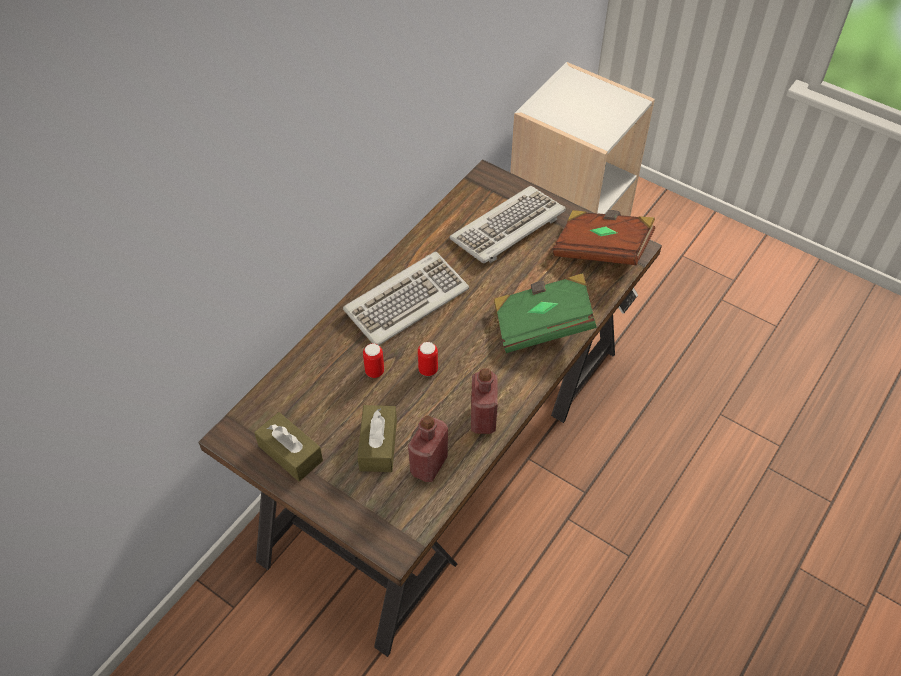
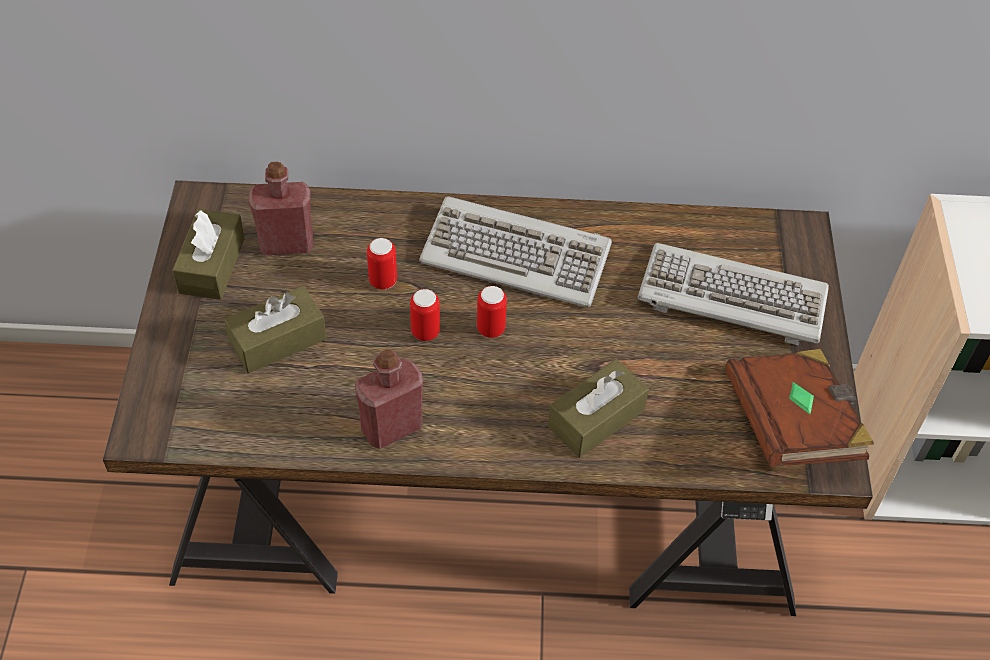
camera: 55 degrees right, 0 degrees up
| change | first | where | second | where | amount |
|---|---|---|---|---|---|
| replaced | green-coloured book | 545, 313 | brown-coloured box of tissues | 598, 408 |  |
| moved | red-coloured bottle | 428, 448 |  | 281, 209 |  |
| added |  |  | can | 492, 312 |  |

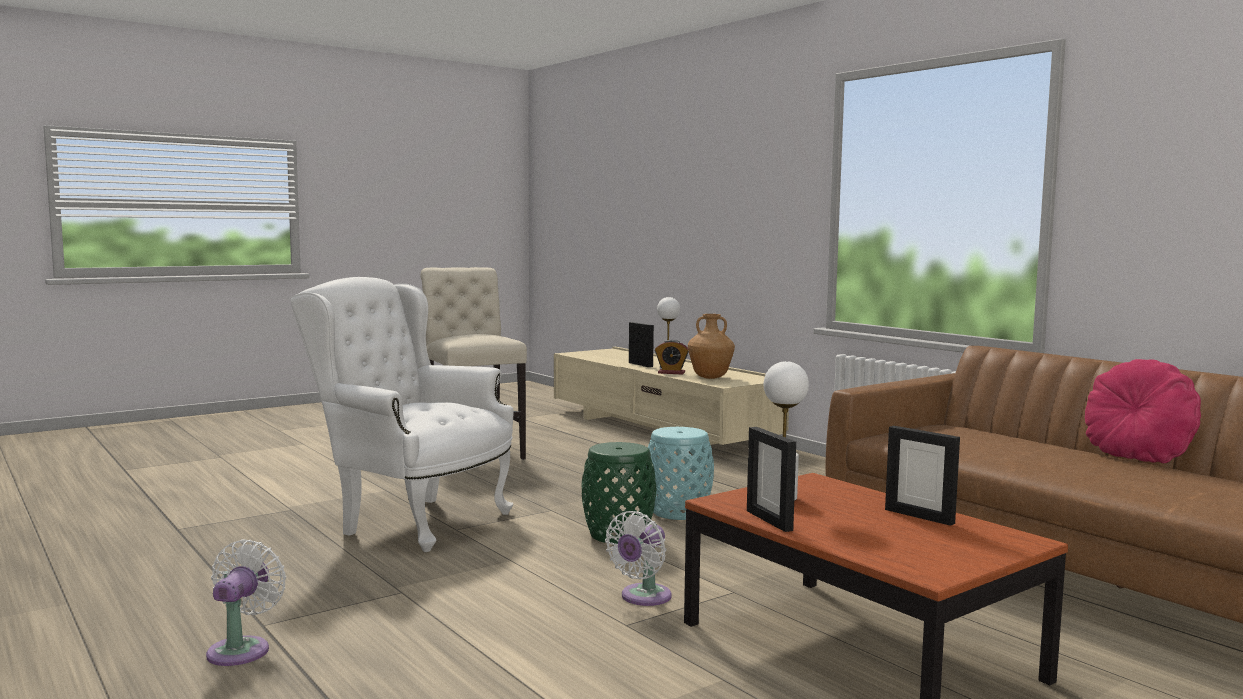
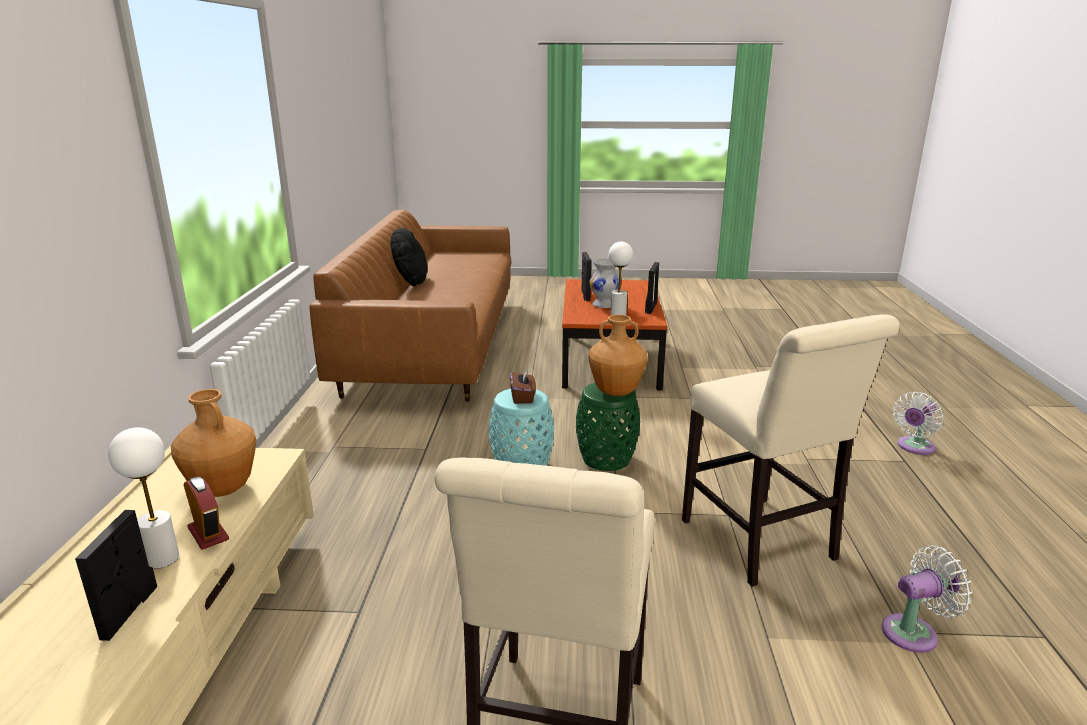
camera: 140 degrees left, 15 degrees up
| change | first | where | second | where | amount |
|---|---|---|---|---|---|
| replaced | white-coloured armchair | 402, 414 | beige-coloured stool | 791, 450 |  |
| recoloured | pinkish cushion | 1143, 411 | black cushion | 409, 257 |  |
| moved | white-coloured cooling fan | 638, 558 |  | 927, 599 |  |
| added |  |  | white-coloured flower vase | 604, 283 |  |
| added |  |  | brown-coloured flower vase | 617, 355 |  |
| added |  |  | brown-coloured box of tissues | 523, 386 |  |

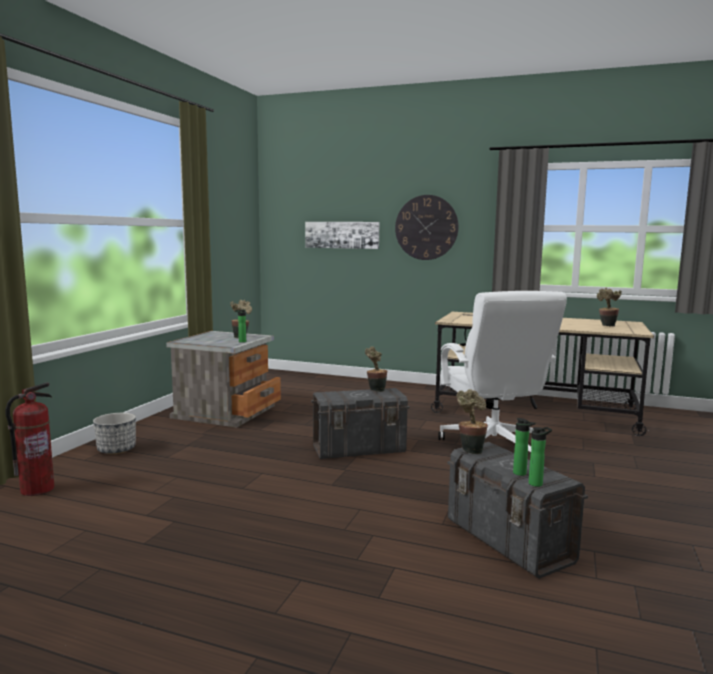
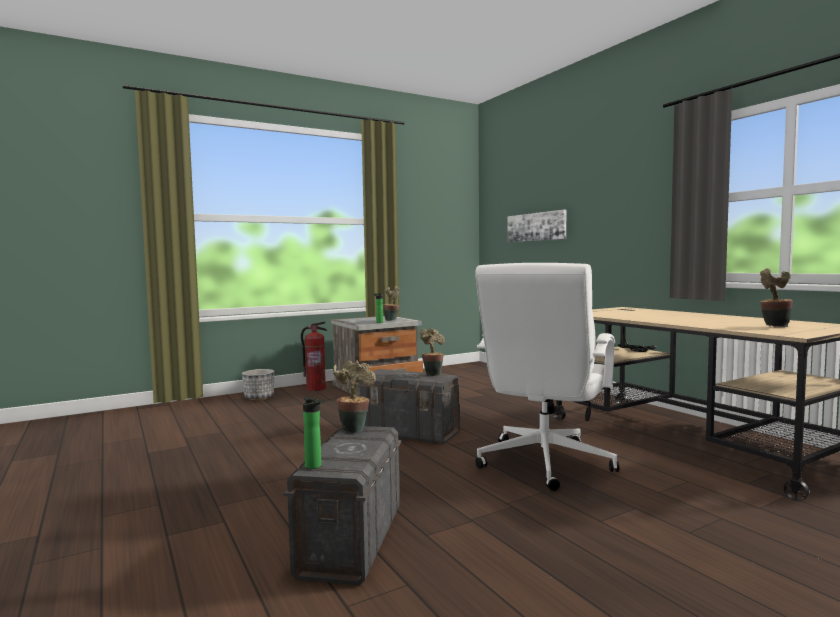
camera: 40 degrees right, 5 degrees down
| change | first | where | second | where | amount |
|---|---|---|---|---|---|
| removed | wall clock | 427, 227 |  |  |  |
| moved | extinguisher | 30, 439 |  | 314, 356 |  |
| removed | bottle | 524, 447 |  |  |  |

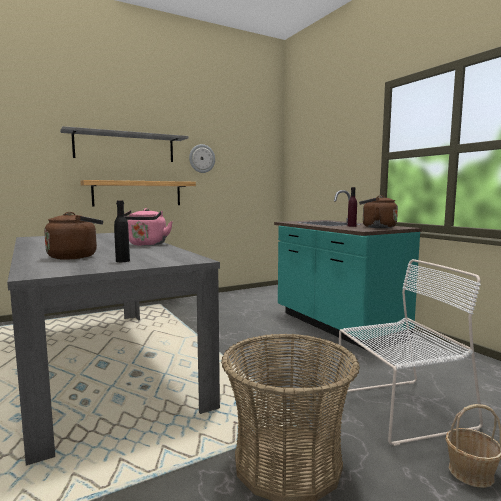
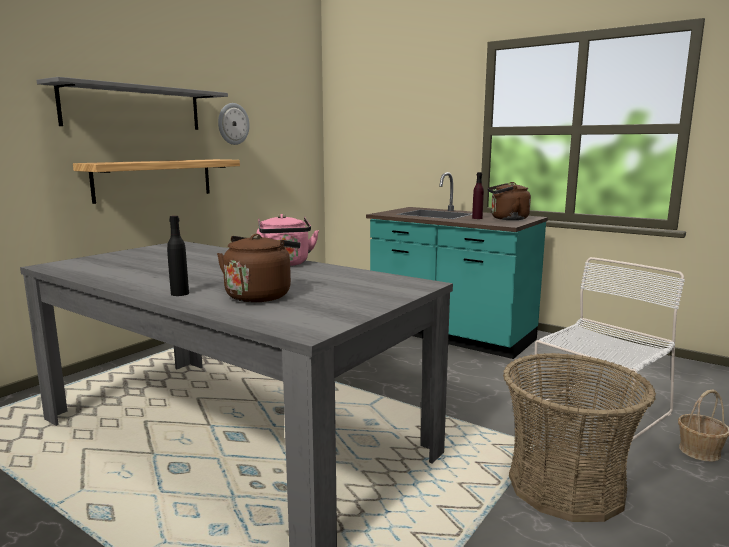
camera: 25 degrees left, 5 degrees up
| change | first | where | second | where | amount |
|---|---|---|---|---|---|
| moved | black bottle | 122, 231 |  | 178, 256 |  |

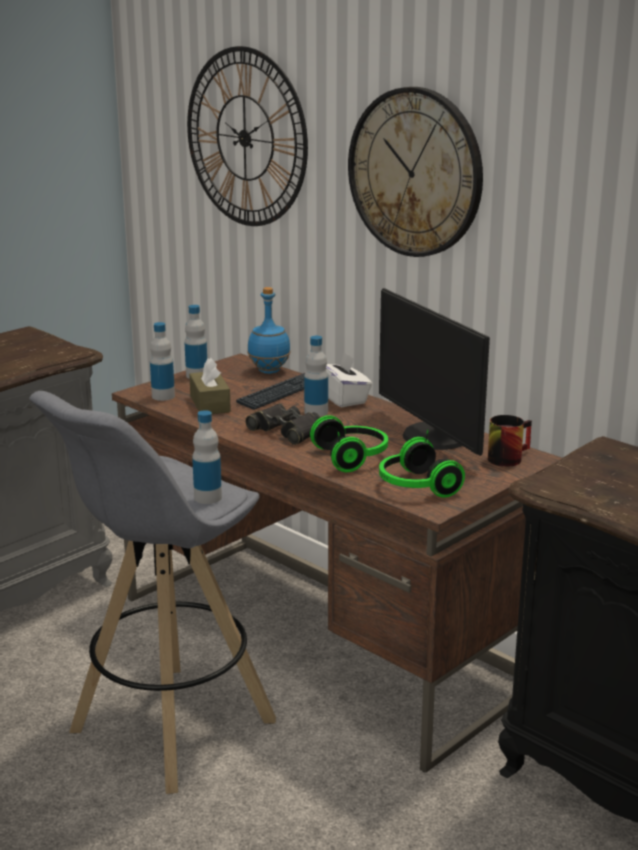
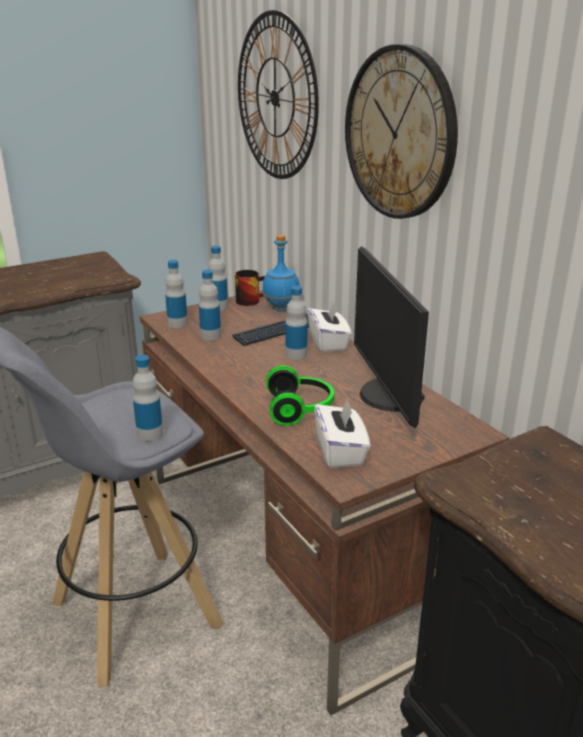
camera: 15 degrees right, 5 degrees up
| change | first | where | second | where | amount |
|---|---|---|---|---|---|
| replaced | brown-coloured box of tissues | 210, 386 | bottle | 210, 305 |  |
| removed | black field glasses | 282, 424 |  |  |  |
| moved | mug | 510, 441 |  | 250, 288 |  |
| replaced | pair of headphones | 422, 464 | white-coloured box of tissues | 342, 433 |  |

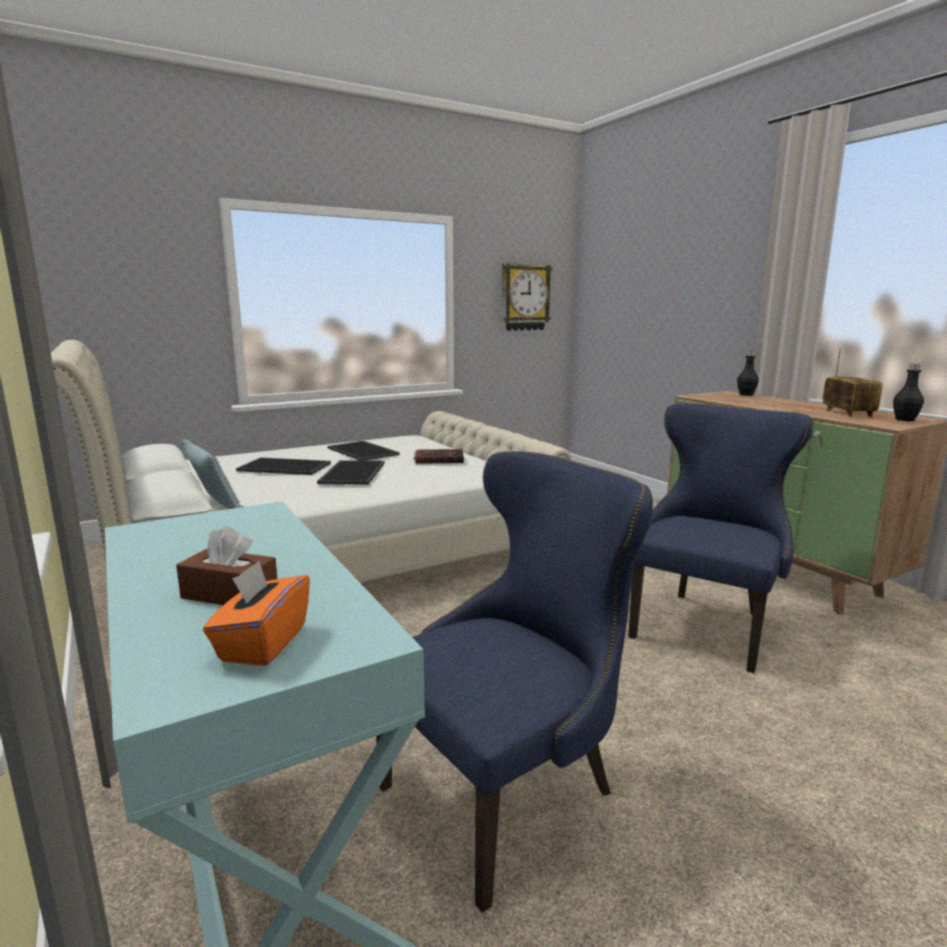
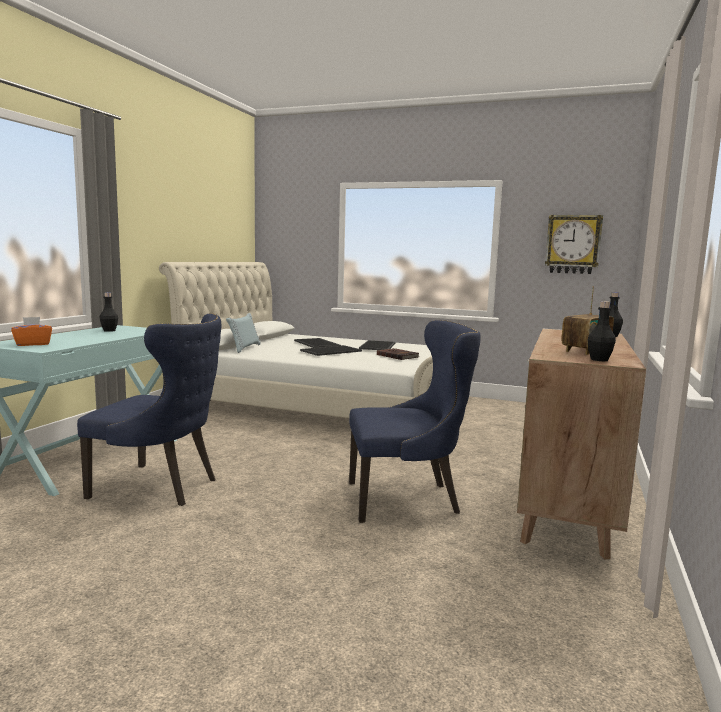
camera: 50 degrees right, 5 degrees down
| change | first | where | second | where | amount |
|---|---|---|---|---|---|
| removed | brown-coloured box of tissues | 226, 565 |  |  |  |
| added |  |  | black bottle | 109, 312 |  |

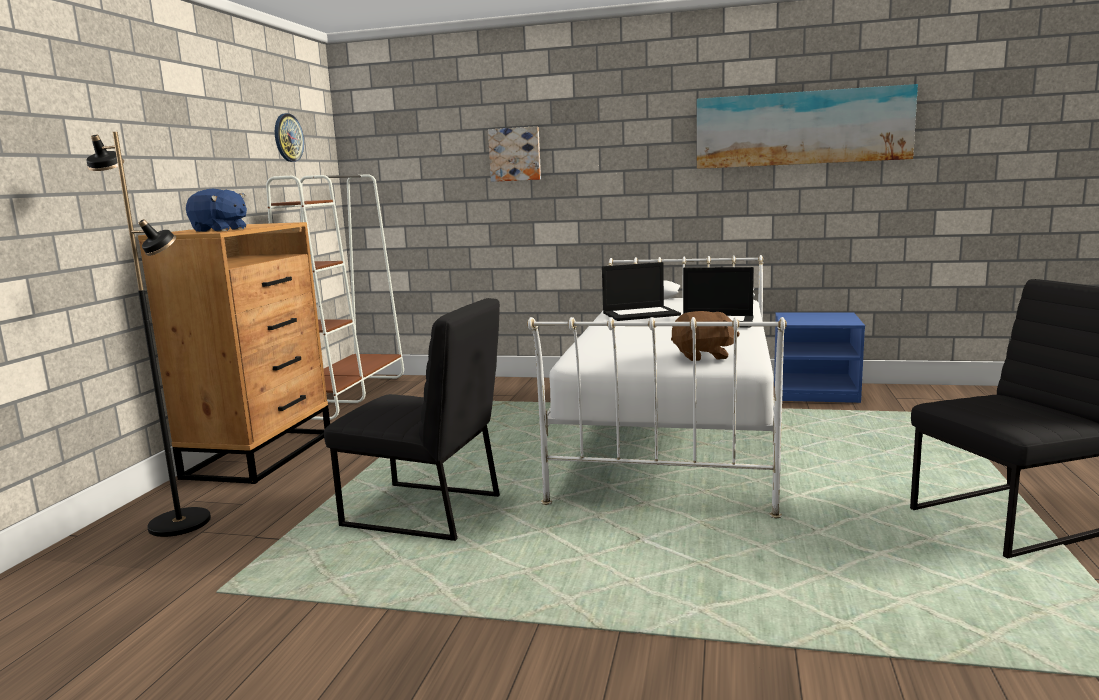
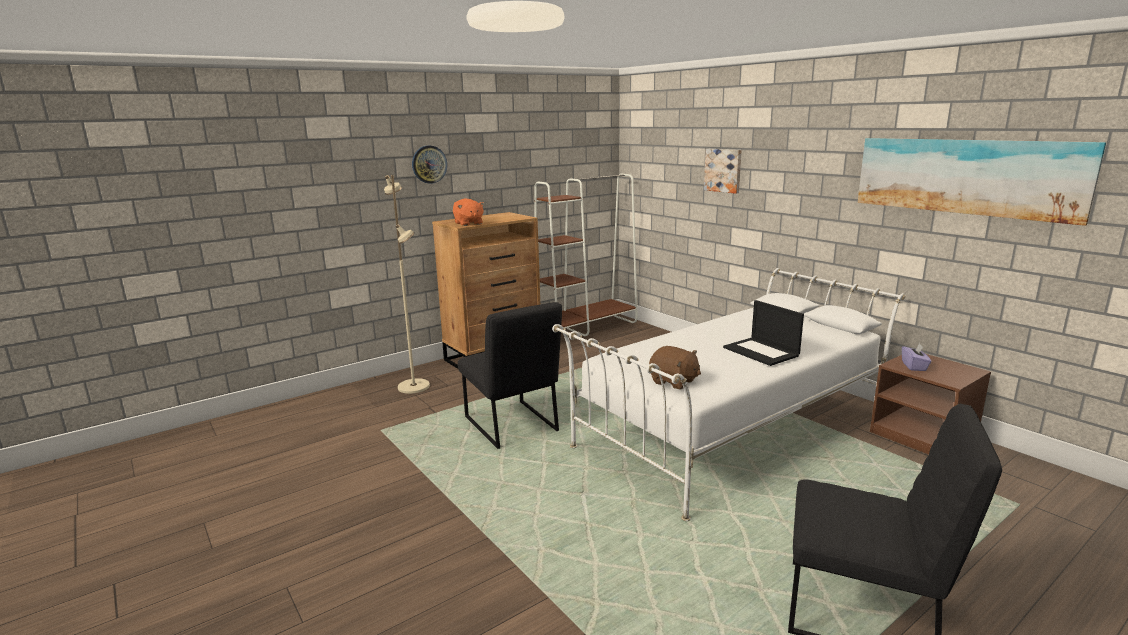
camera: 40 degrees right, 5 degrees up
| change | first | where | second | where | amount |
|---|---|---|---|---|---|
| moved | wall clock | 289, 137 |  | 429, 165 |  |
| recoloured | black standard lamp | 148, 334 | beige-coloured standard lamp | 407, 284 |  |
| recoloured | blue-coloured cuddly toy | 216, 210 | orange-coloured cuddly toy | 468, 212 |  |
| removed | laptop | 641, 291 |  |  |  |
| recoloured | blue-coloured bedside table | 819, 357 | brown-coloured bedside table | 930, 404 |  |
| added |  |  | purplish box of tissues | 916, 357 |  |

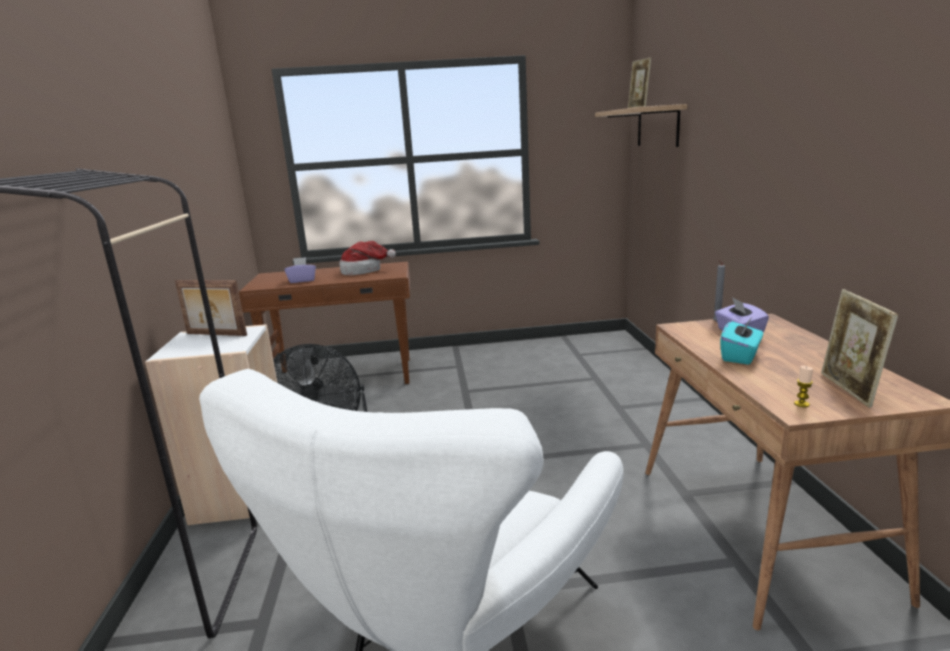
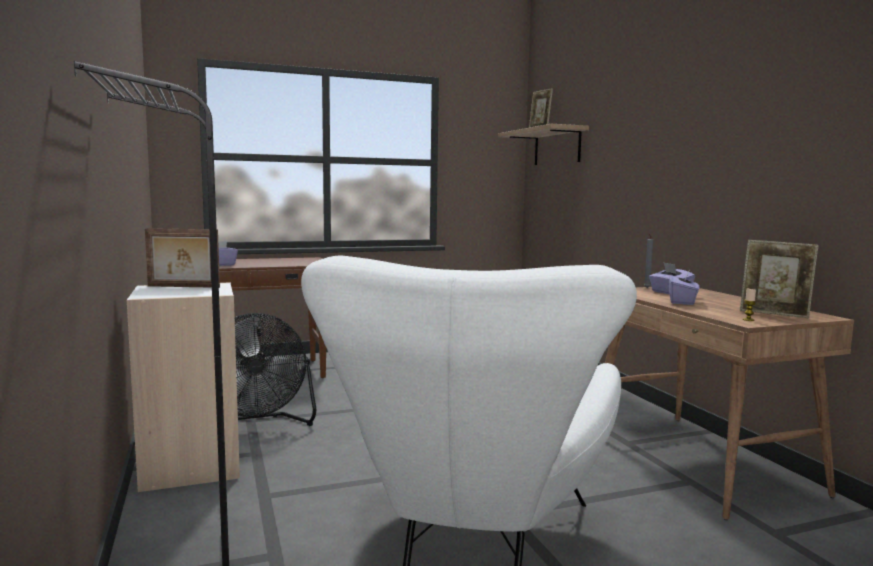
camera: 15 degrees left, 10 degrees down
| change | first | where | second | where | amount |
|---|---|---|---|---|---|
| removed | hat | 368, 258 |  |  |  |
| turned | standing frame | 859, 348 |  | 779, 279 | 45 degrees counterclockwise |
| recoloured | turquoise box of tissues | 741, 340 | purplish box of tissues | 684, 287 |  |

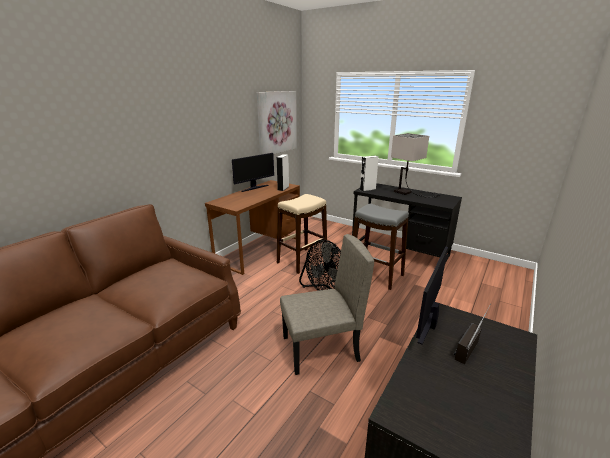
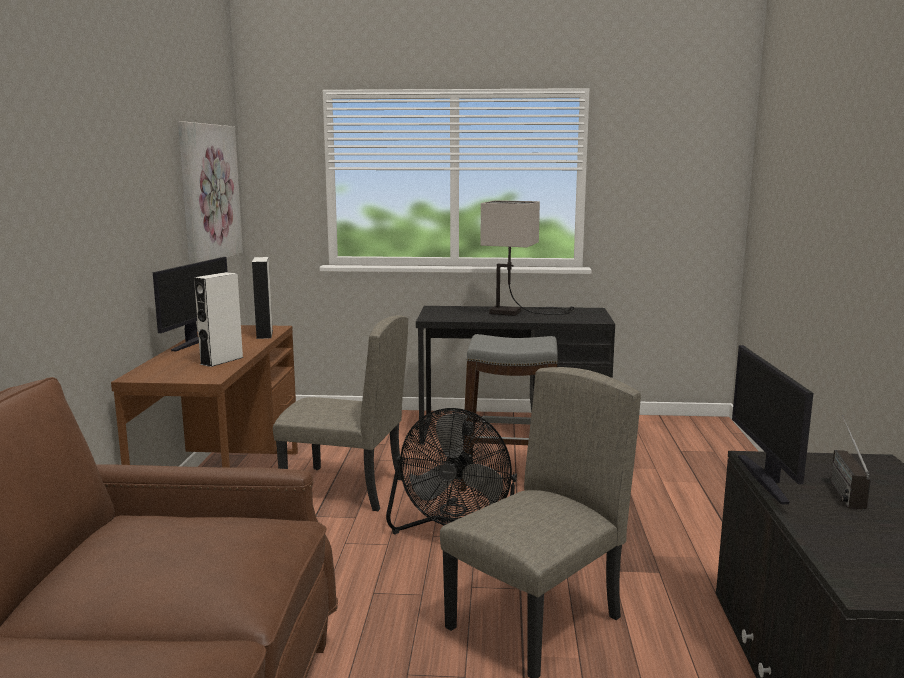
camera: 30 degrees left, 10 degrees down
| change | first | where | second | where | amount |
|---|---|---|---|---|---|
| moved | white-coloured loudspeaker | 369, 173 |  | 218, 319 |  |
| replaced | beige-coloured stool | 302, 234 | beige-coloured upright chair | 340, 413 |  |

